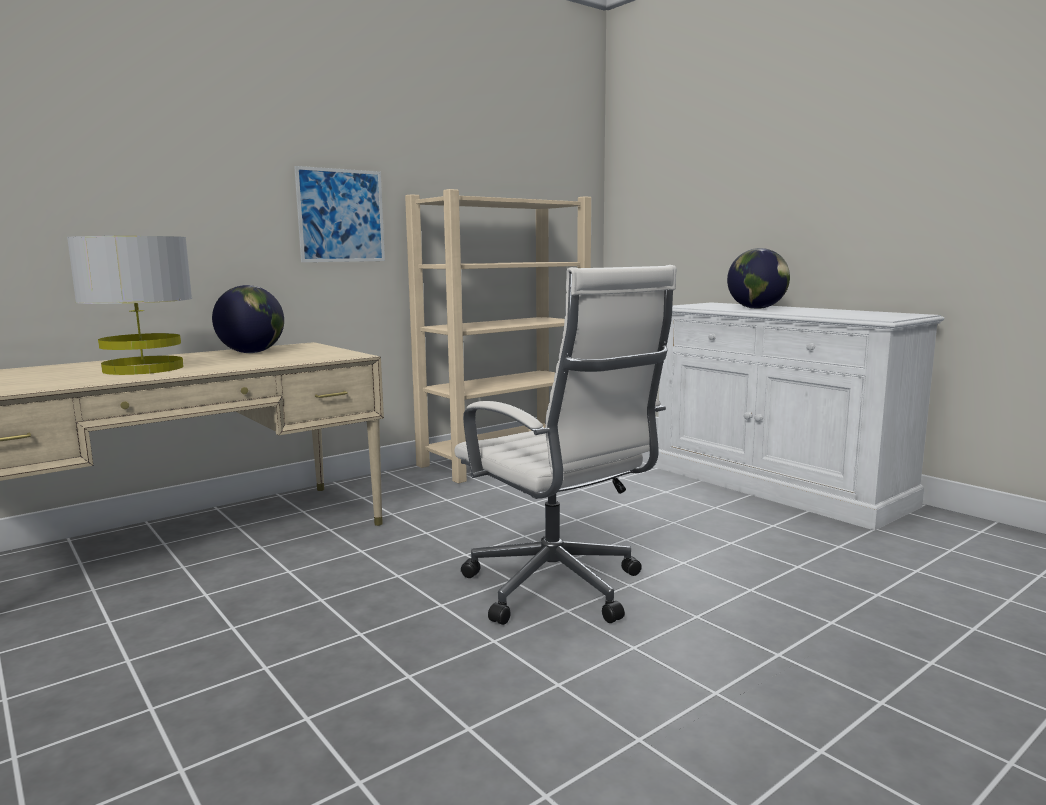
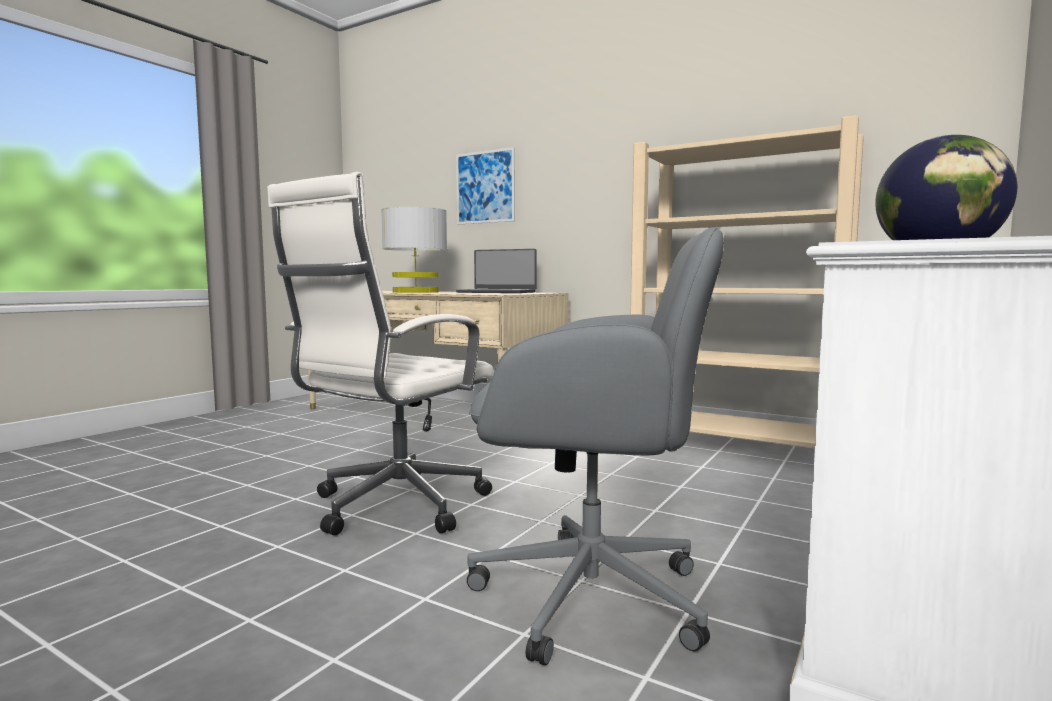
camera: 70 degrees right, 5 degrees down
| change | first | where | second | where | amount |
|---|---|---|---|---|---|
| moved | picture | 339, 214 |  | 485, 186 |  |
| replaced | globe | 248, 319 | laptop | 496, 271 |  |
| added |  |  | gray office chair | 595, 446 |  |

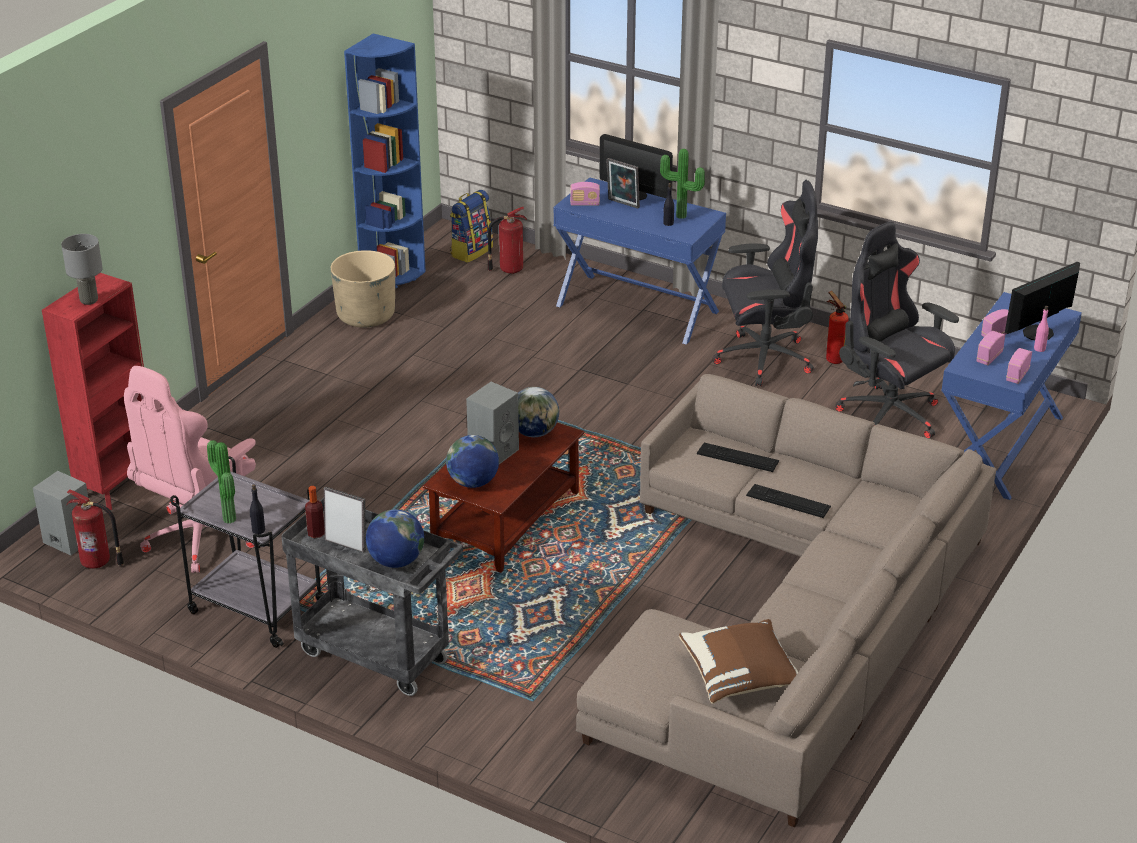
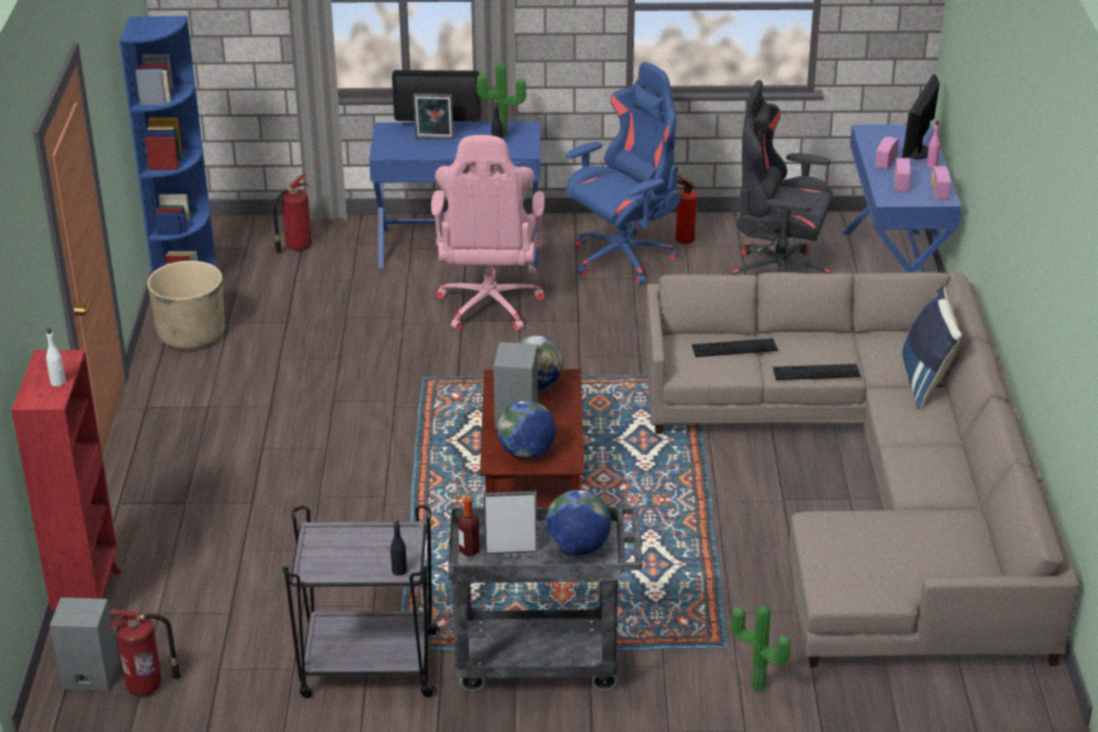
camera: 30 degrees left, 0 degrees up
| change | first | where | second | where | amount |
|---|---|---|---|---|---|
| recoloured | black office chair | 765, 283 | blue-coloured office chair | 623, 173 |  |
| removed | radio set | 585, 194 |  |  |  |
| removed | backpack | 471, 226 |  |  |  |
| replaced | gray tabletop lamp | 82, 269 | white-coloured bottle | 56, 357 |  |
| moved | pinkish office chair | 190, 469 |  | 488, 233 |  |
| moved | houseplant | 221, 482 |  | 761, 648 |  |
| removed | brown-coloured cushion | 738, 661 |  |  |  |
| added |  |  | blue-coloured cushion | 932, 347 |  |

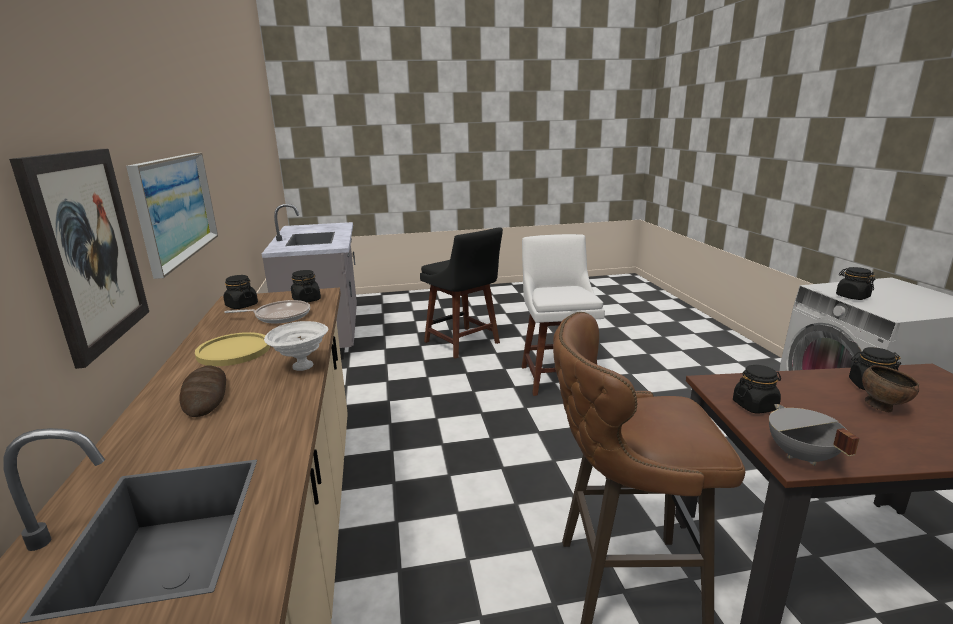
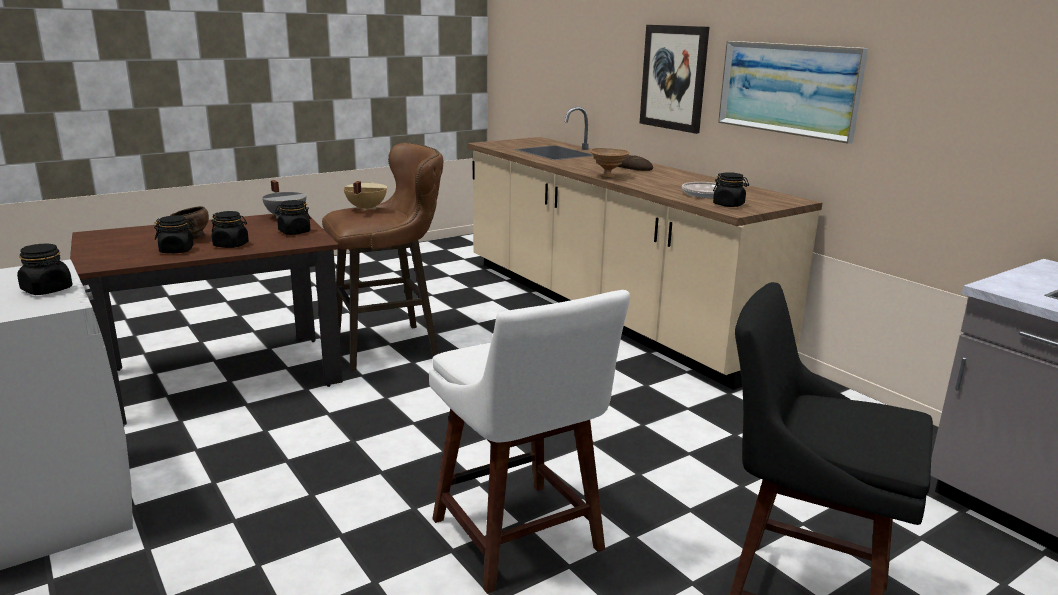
camera: 155 degrees right, 0 degrees up
| change | first | where | second | where | amount |
|---|---|---|---|---|---|
| moved | black preserve jar | 240, 292 |  | 230, 229 |  |
| recoloured | white-coloured serving bowl | 296, 346 | brown-coloured serving bowl | 610, 163 |  |
| removed | yellow flat dish | 232, 349 |  |  |  |
| added |  |  | beige-coloured saucepot | 365, 196 |  |

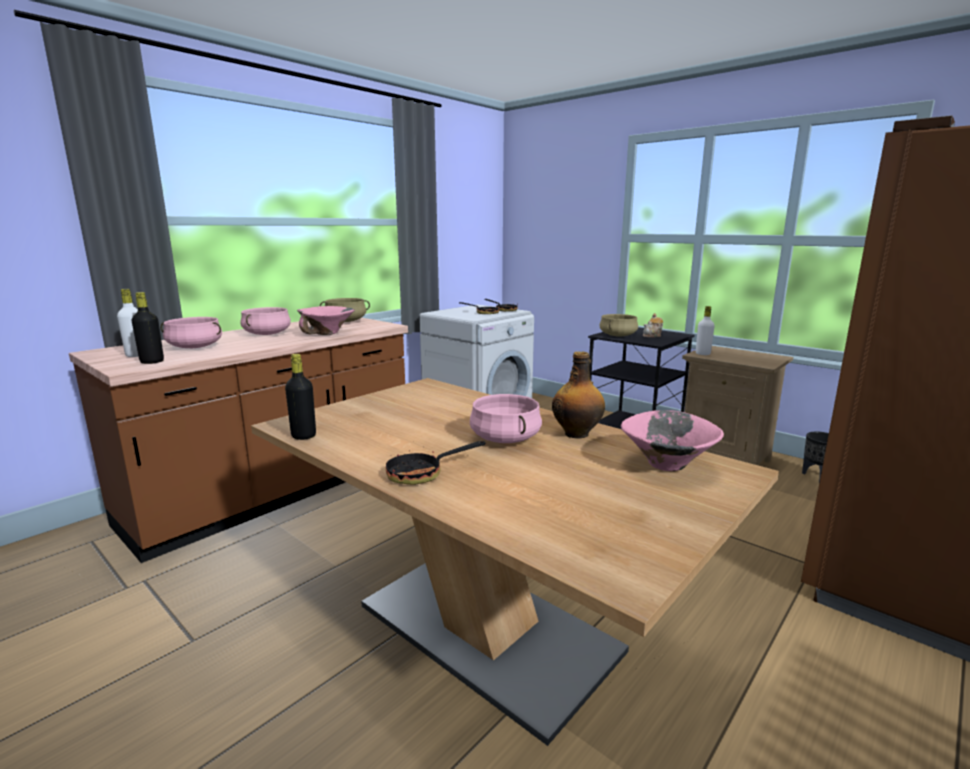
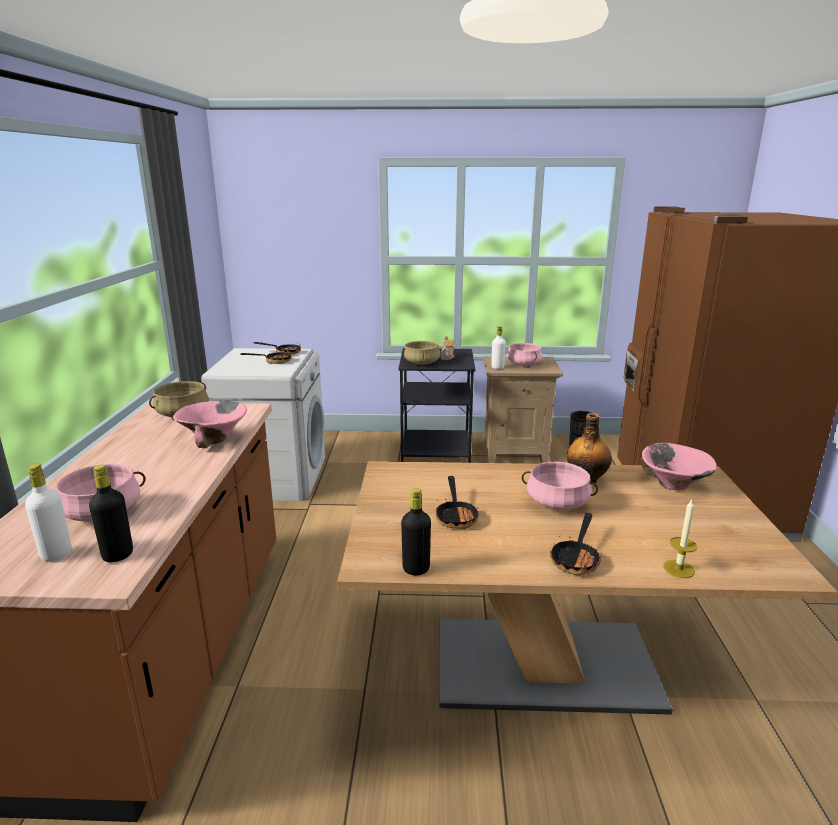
camera: 40 degrees left, 5 degrees up
| change | first | where | second | where | amount |
|---|---|---|---|---|---|
| moved | pinkish saucepot | 265, 321 |  | 524, 354 |  |
| added |  |  | pan | 457, 502 |  |
| added |  |  | wax light | 680, 539 |  |

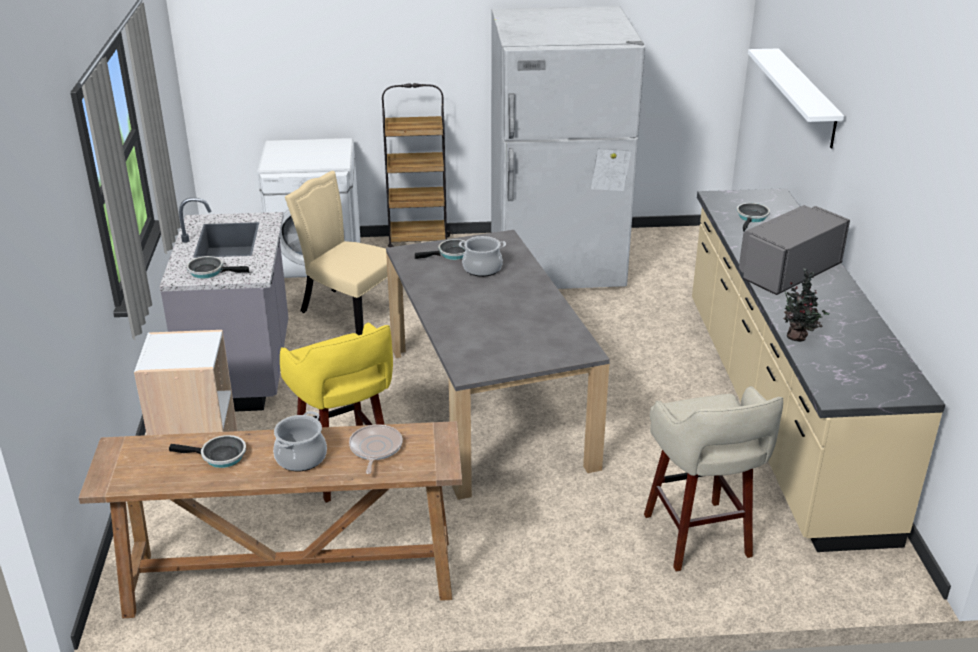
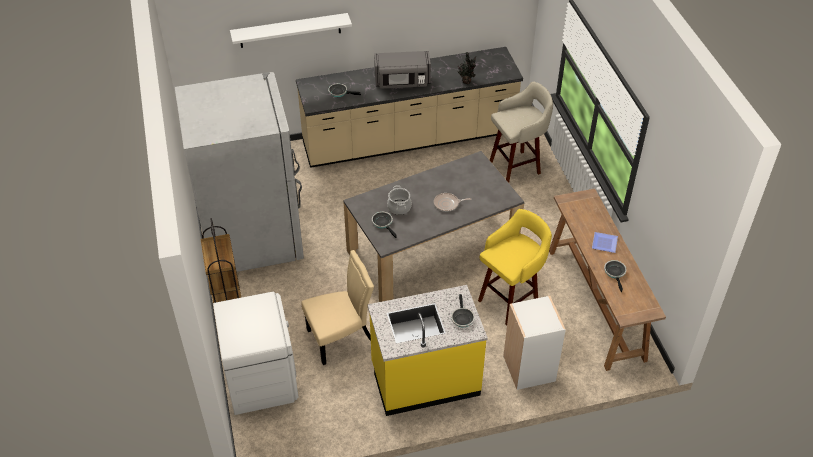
camera: 100 degrees left, 15 degrees up
| change | first | where | second | where | amount |
|---|---|---|---|---|---|
| turned | beige-coloured upright chair | 336, 253 |  | 337, 307 | 135 degrees counterclockwise |
| recoloured | gray kitchen base unit | 223, 305 | yellow kitchen base unit | 428, 350 |  |
| turned | gray microwave | 794, 250 |  | 402, 70 | 45 degrees counterclockwise |
| replaced | saucepot | 300, 441 | flat dish | 605, 242 |  |
| moved | pan | 375, 449 |  | 452, 202 |  |

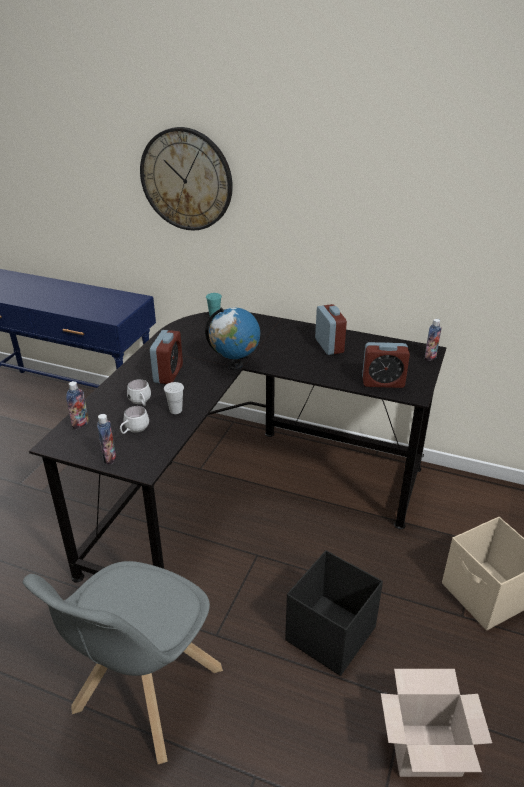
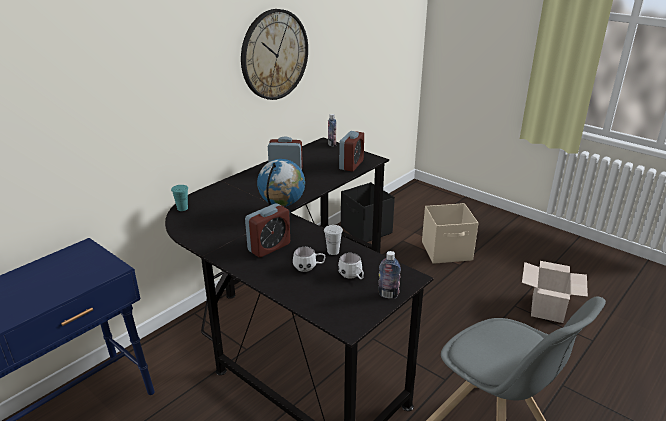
camera: 70 degrees left, 5 degrees down
| change | first | where | second | where | amount |
|---|---|---|---|---|---|
| moved | wall clock | 186, 178 |  | 274, 54 |  |
| turned | table clock | 166, 357 |  | 267, 230 | 105 degrees clockwise |
| removed | bottle | 77, 405 |  |  |  |
| moved | black storage container | 334, 613 |  | 368, 212 |  |

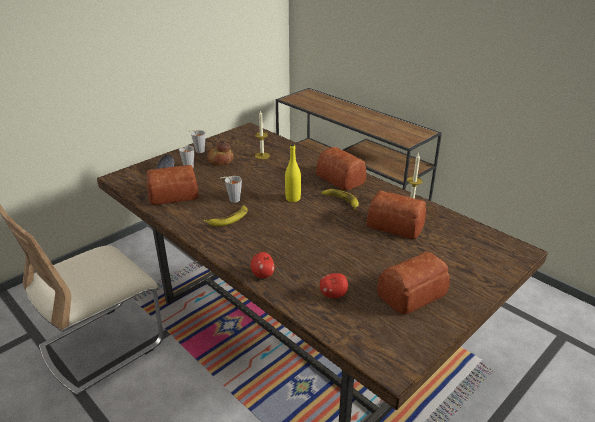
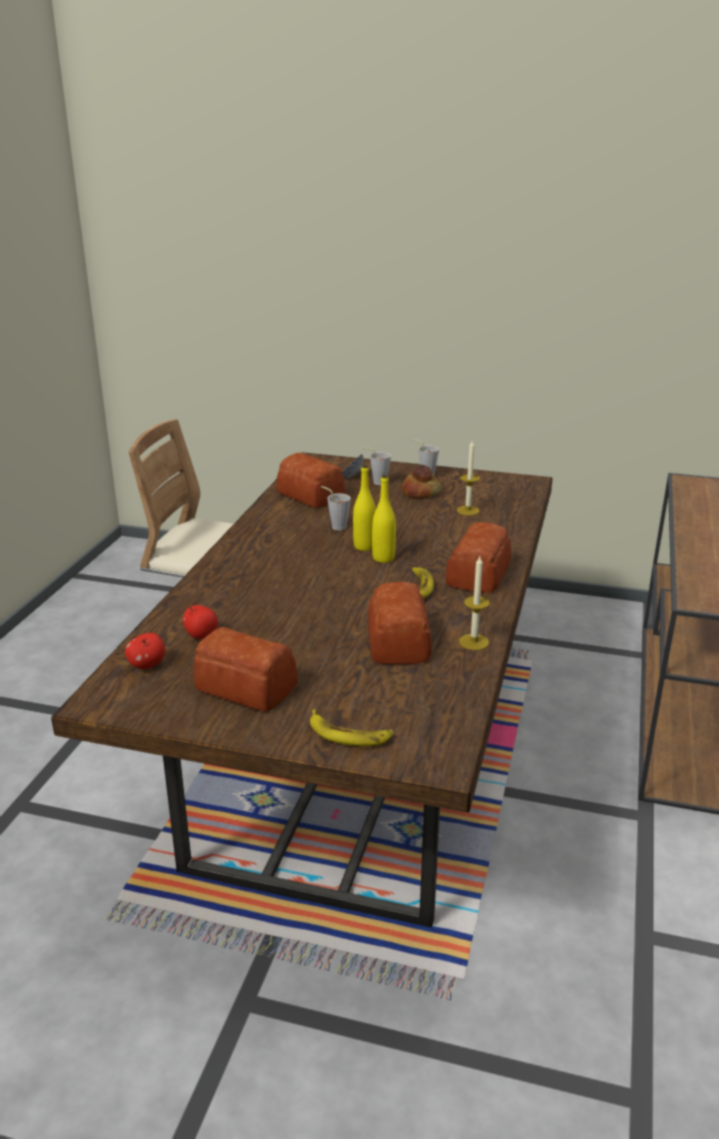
camera: 60 degrees right, 5 degrees down
| change | first | where | second | where | amount |
|---|---|---|---|---|---|
| moved | banana fruit | 225, 215 |  | 352, 728 |  |
| moved | apple | 263, 265 |  | 145, 651 |  |
| added |  |  | yellow bottle | 364, 507 |  |

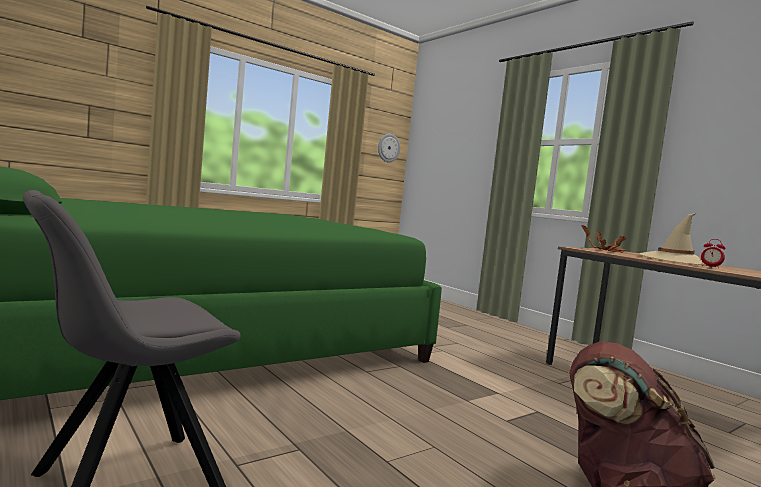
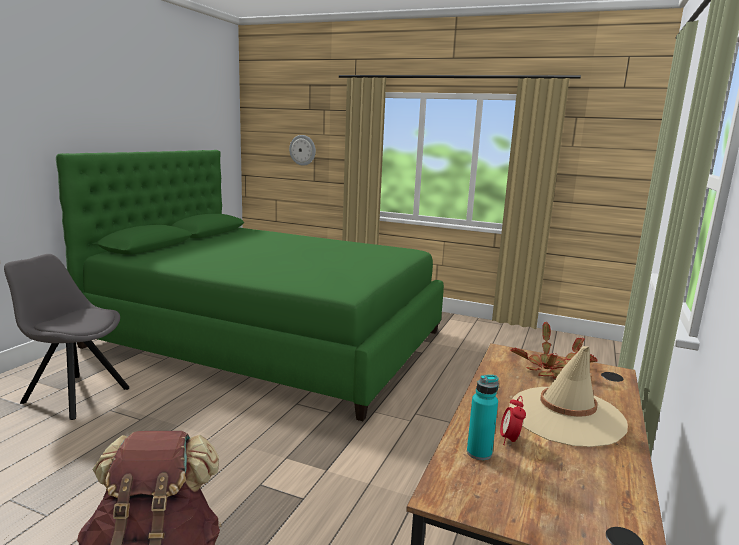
camera: 60 degrees right, 10 degrees up
| change | first | where | second | where | amount |
|---|---|---|---|---|---|
| moved | wall clock | 389, 148 |  | 302, 150 |  |
| added |  |  | turquoise bottle | 483, 417 |  |

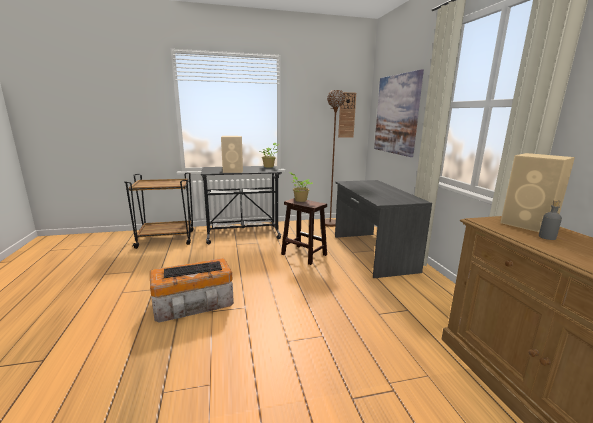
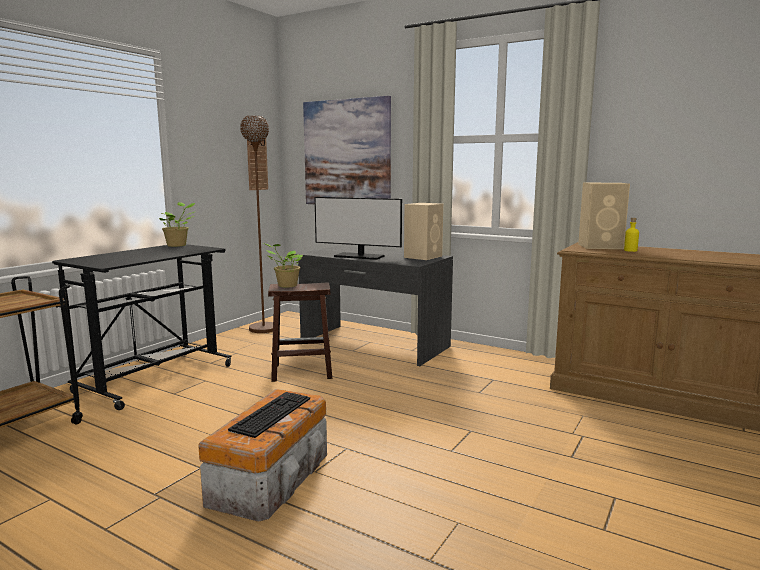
camera: 45 degrees left, 5 degrees down
| change | first | where | second | where | amount |
|---|---|---|---|---|---|
| moved | beige-coloured loudspeaker | 232, 154 |  | 423, 231 |  |
| recoloured | gray bottle | 550, 220 | yellow bottle | 631, 235 |  |
| added |  |  | computer display | 358, 228 |  |

